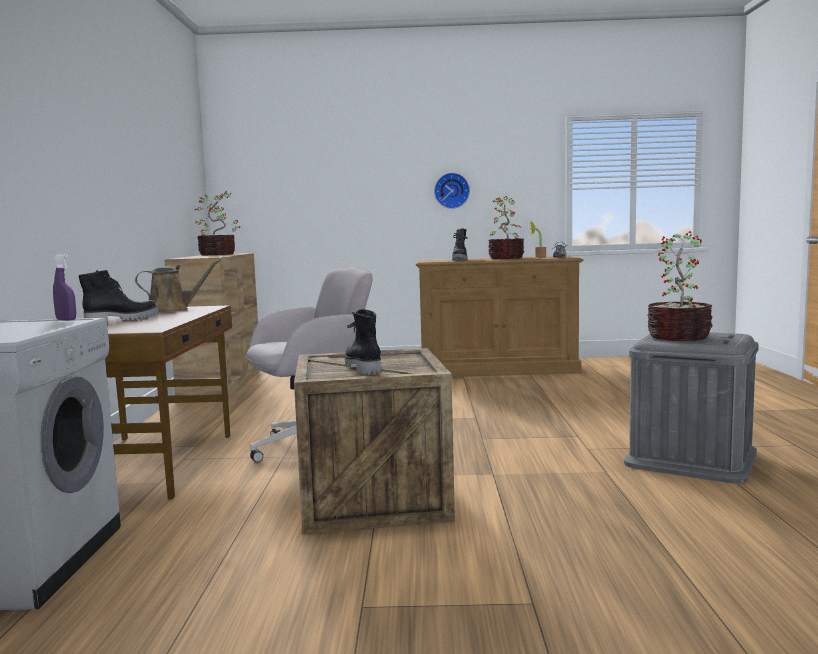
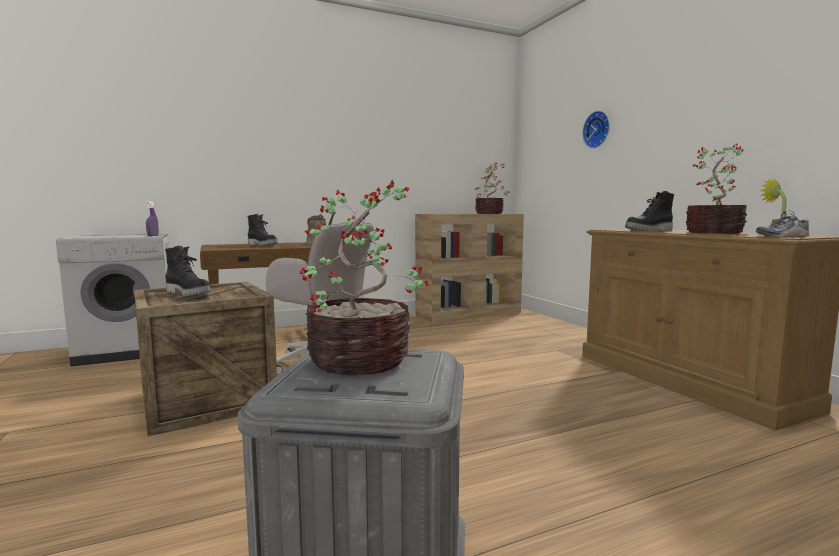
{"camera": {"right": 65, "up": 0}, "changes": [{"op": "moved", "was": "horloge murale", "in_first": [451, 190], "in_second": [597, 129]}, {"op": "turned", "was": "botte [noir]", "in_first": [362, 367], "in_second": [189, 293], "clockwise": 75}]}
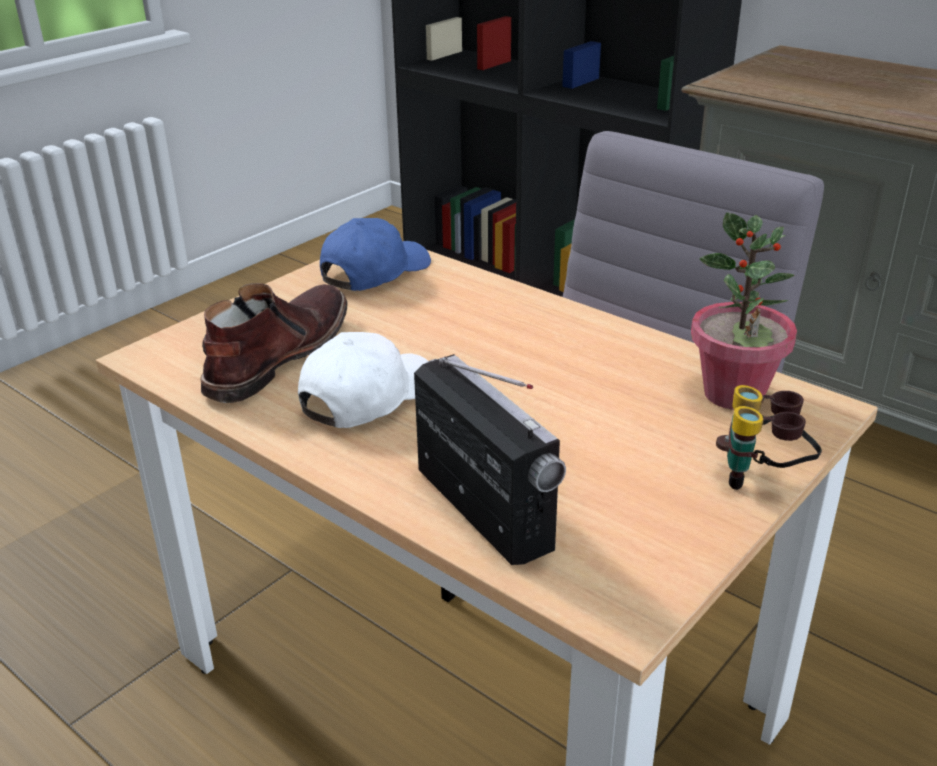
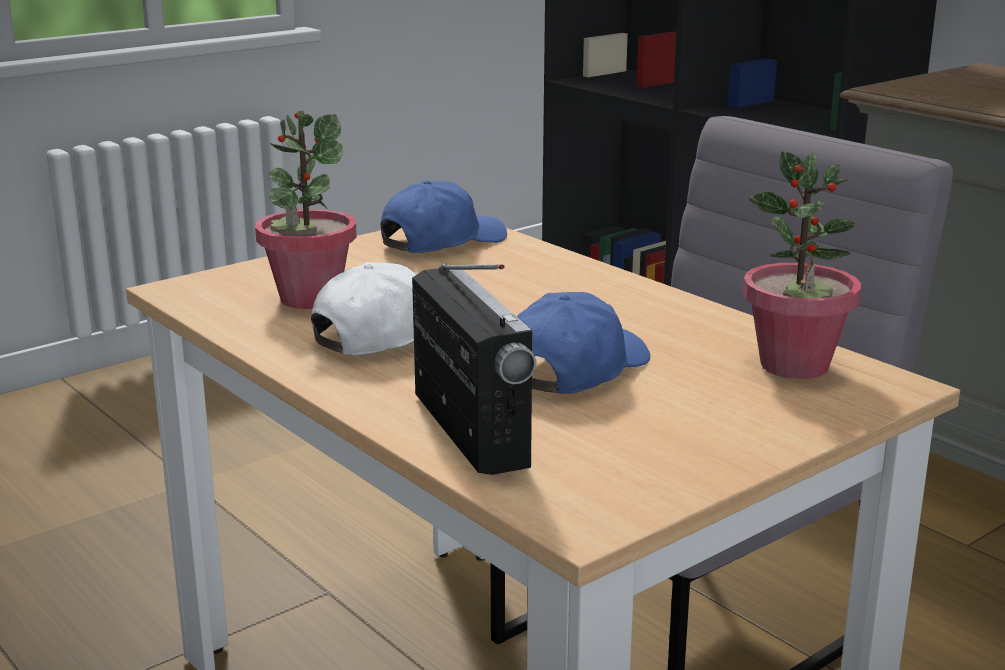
{"camera": {"right": 10, "up": -10}, "changes": [{"op": "removed", "was": "jumelles", "in_first": [762, 479]}, {"op": "added", "now": "casquette [bleu]", "in_second": [575, 369]}, {"op": "replaced", "was": "botte [marron]", "now": "plante en pot", "in_first": [277, 356], "in_second": [309, 298]}]}
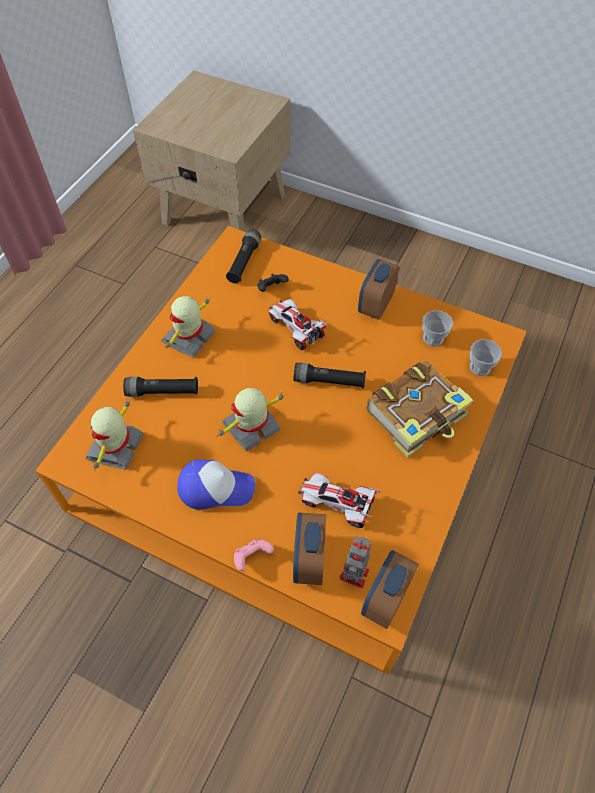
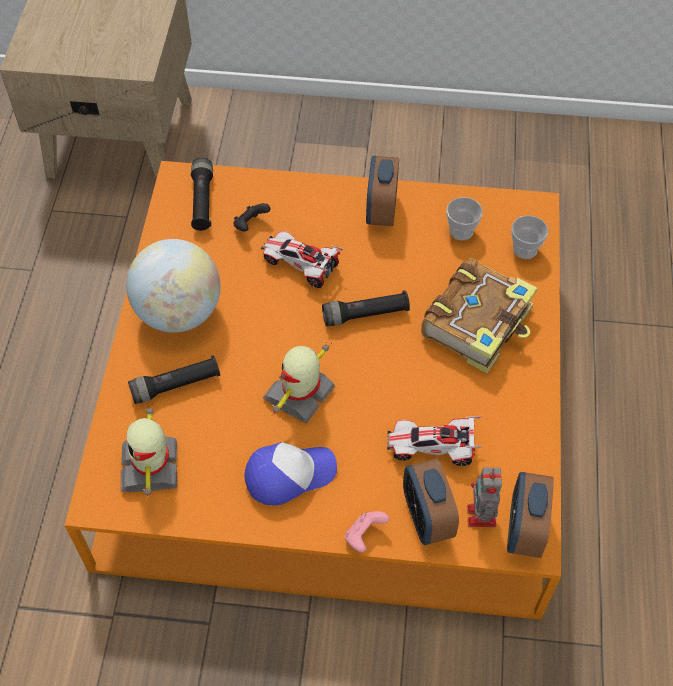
{"camera": {"right": -20, "up": 0}, "changes": [{"op": "replaced", "was": "robot jouet", "now": "globe", "in_first": [190, 338], "in_second": [179, 312]}]}
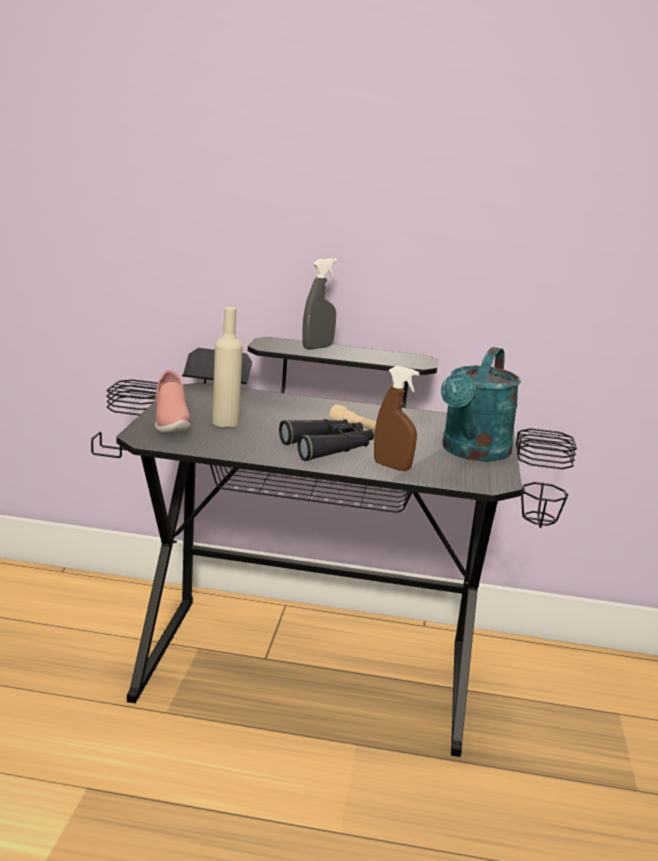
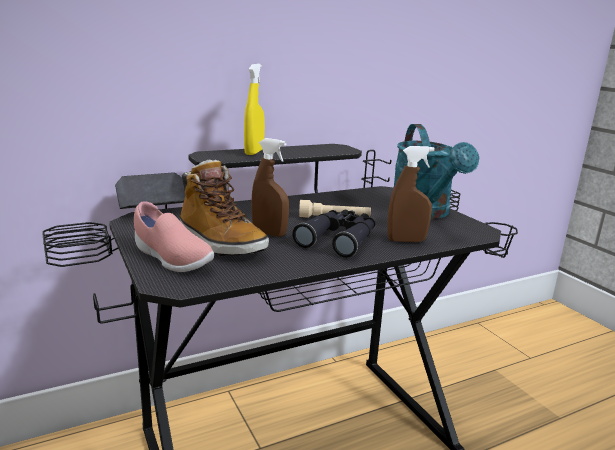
{"camera": {"right": -35, "up": 0}, "changes": [{"op": "added", "now": "vaporisateur [marron]", "in_second": [269, 233]}, {"op": "replaced", "was": "bouteille [beige]", "now": "botte", "in_first": [225, 422], "in_second": [220, 243]}, {"op": "recoloured", "was": "vaporisateur [gris]", "now": "vaporisateur [jaune]", "in_first": [317, 347], "in_second": [254, 152]}]}
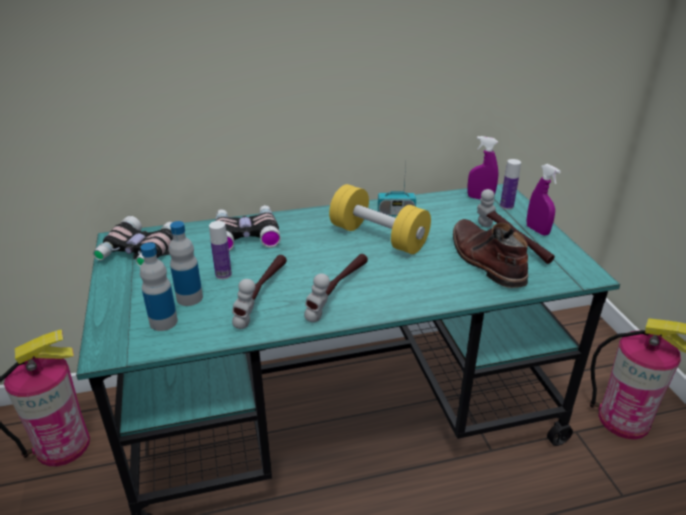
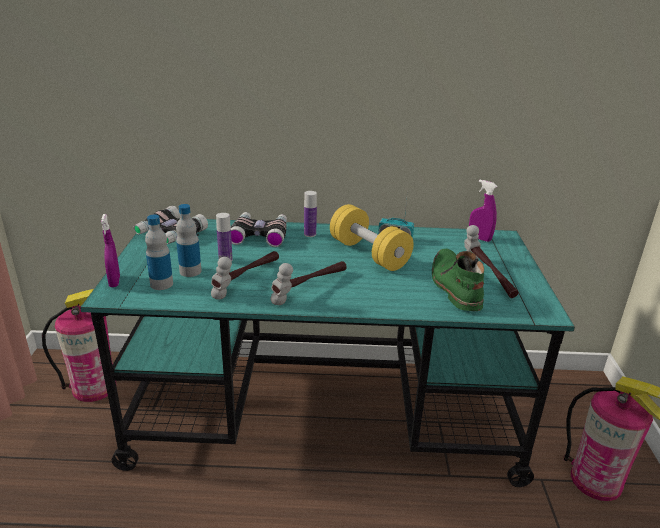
{"camera": {"right": 15, "up": -5}, "changes": [{"op": "moved", "was": "bouteille", "in_first": [506, 206], "in_second": [310, 234]}, {"op": "moved", "was": "vaporisateur [violet]", "in_first": [537, 230], "in_second": [114, 282]}, {"op": "recoloured", "was": "botte [marron]", "now": "botte [vert]", "in_first": [485, 261], "in_second": [454, 286]}]}
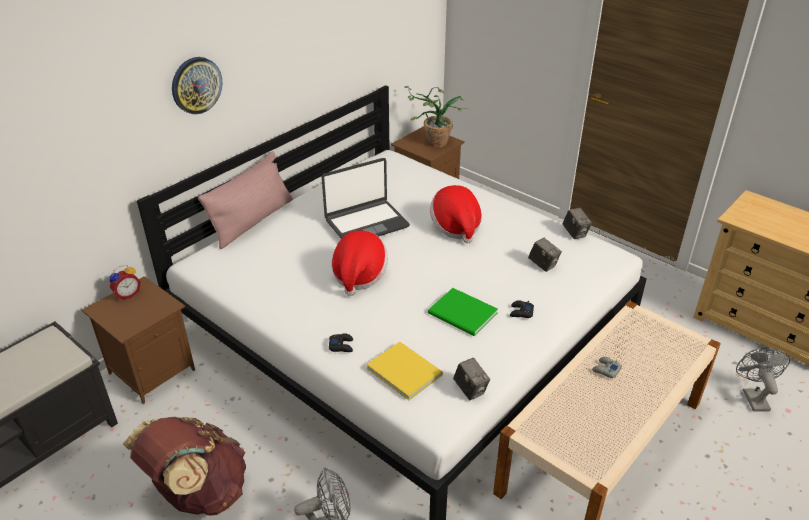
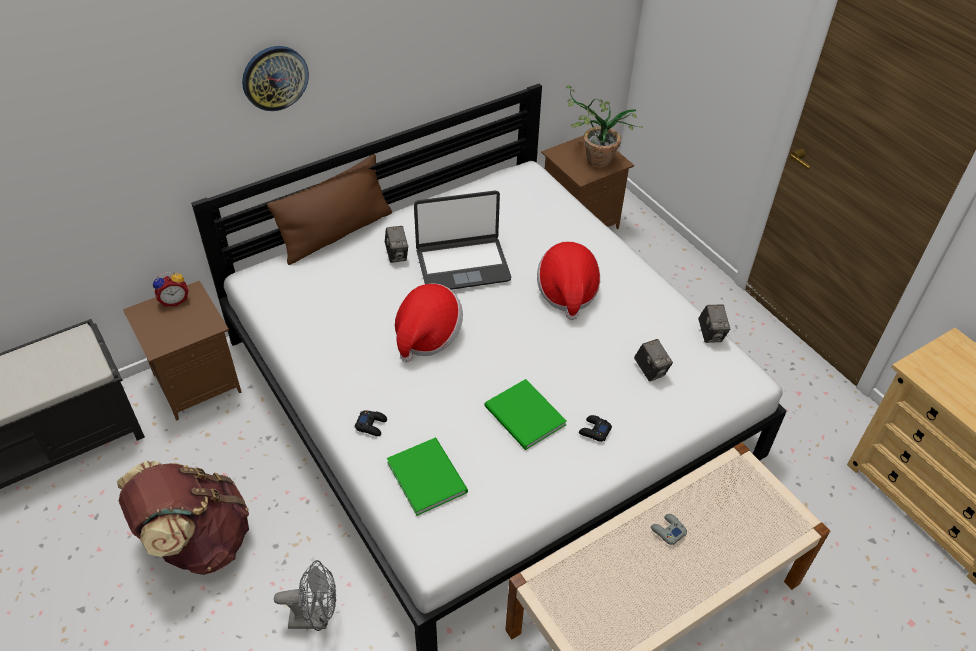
{"camera": {"right": 15, "up": 10}, "changes": [{"op": "removed", "was": "ventilateur [gris]", "in_first": [753, 397]}, {"op": "moved", "was": "appareil photo", "in_first": [470, 390], "in_second": [397, 255]}, {"op": "recoloured", "was": "coussin [rose]", "now": "coussin [marron]", "in_first": [252, 221], "in_second": [336, 234]}, {"op": "recoloured", "was": "livre [jaune]", "now": "livre [vert]", "in_first": [404, 370], "in_second": [427, 474]}]}
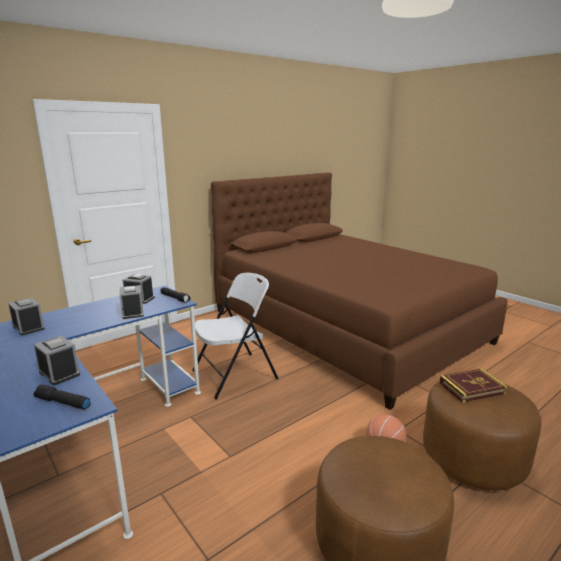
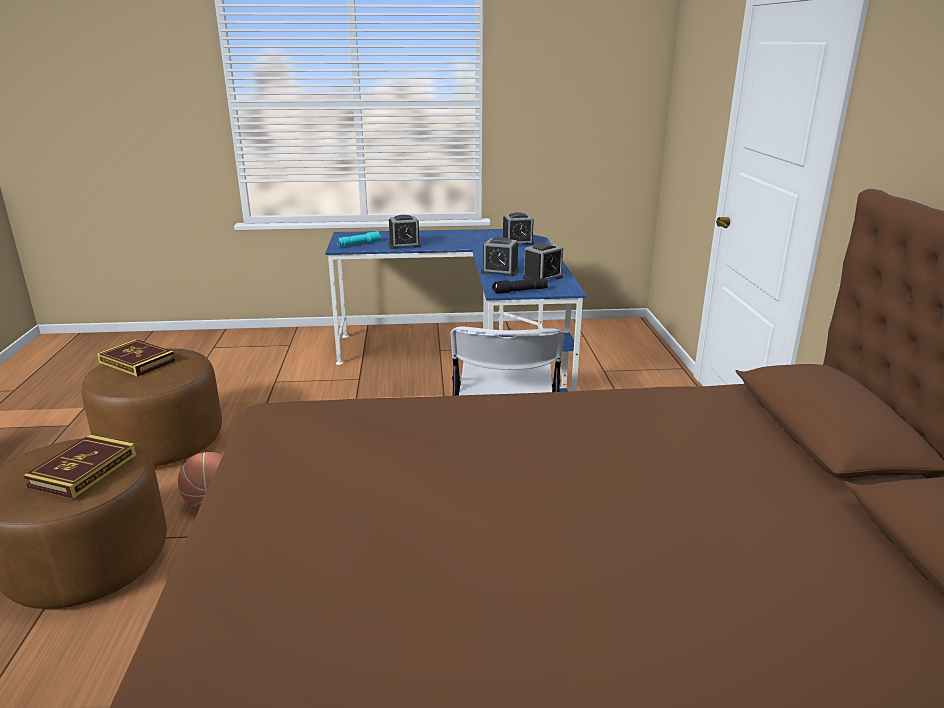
{"camera": {"right": 125, "up": 5}, "changes": [{"op": "added", "now": "livre", "in_second": [137, 362]}, {"op": "recoloured", "was": "lampe de poche [noir]", "now": "lampe de poche [turquoise]", "in_first": [62, 403], "in_second": [359, 243]}]}
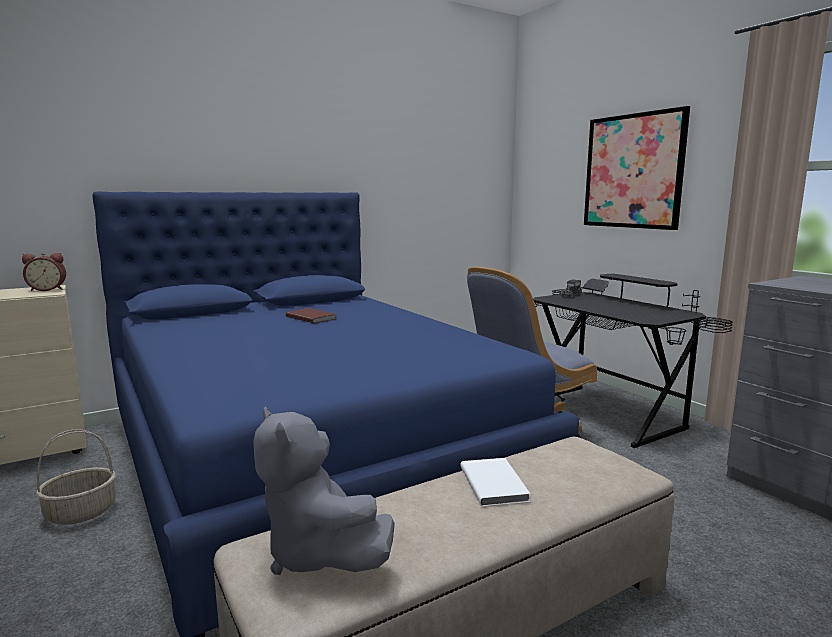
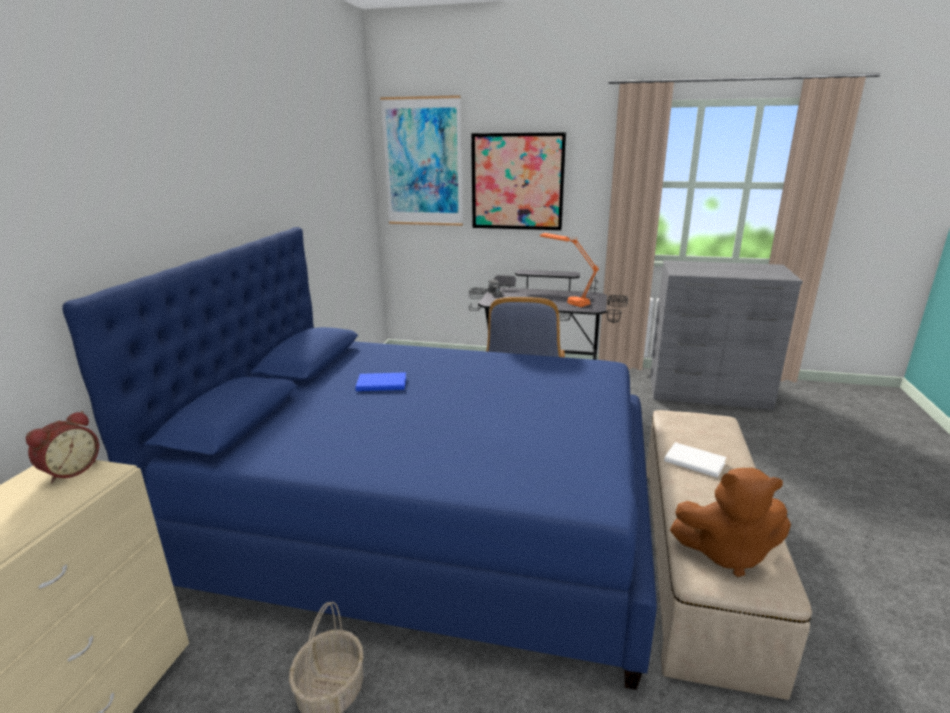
{"camera": {"right": -45, "up": 10}, "changes": [{"op": "added", "now": "tableau", "in_second": [423, 162]}, {"op": "added", "now": "lampe de table [orange]", "in_second": [566, 300]}, {"op": "recoloured", "was": "peluche [gris]", "now": "peluche [marron]", "in_first": [318, 554], "in_second": [726, 552]}, {"op": "recoloured", "was": "livre [marron]", "now": "livre [bleu]", "in_first": [311, 317], "in_second": [381, 383]}]}
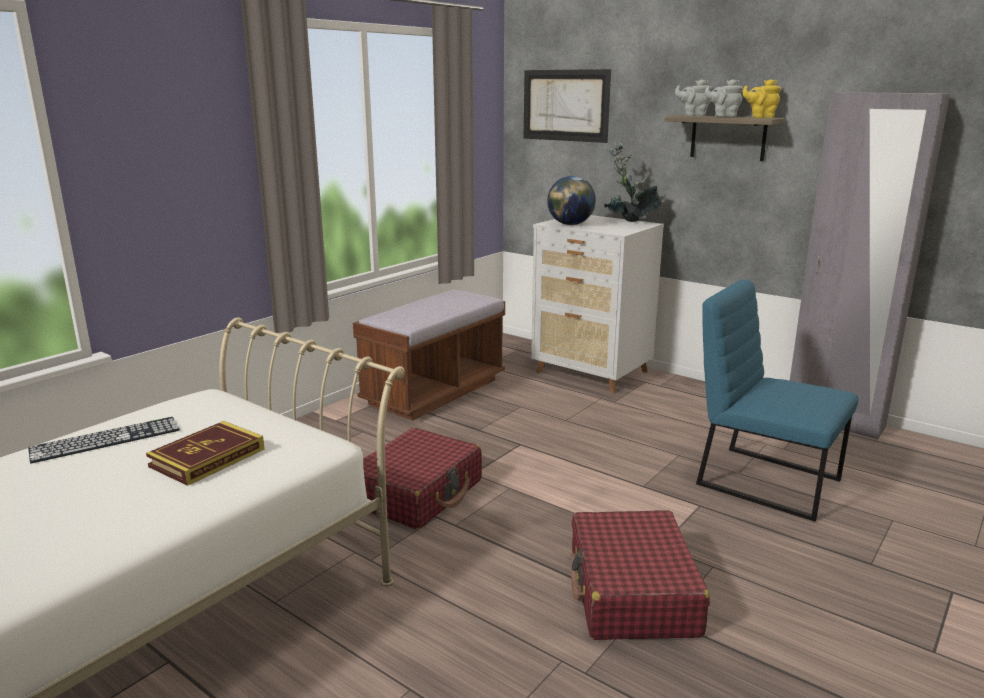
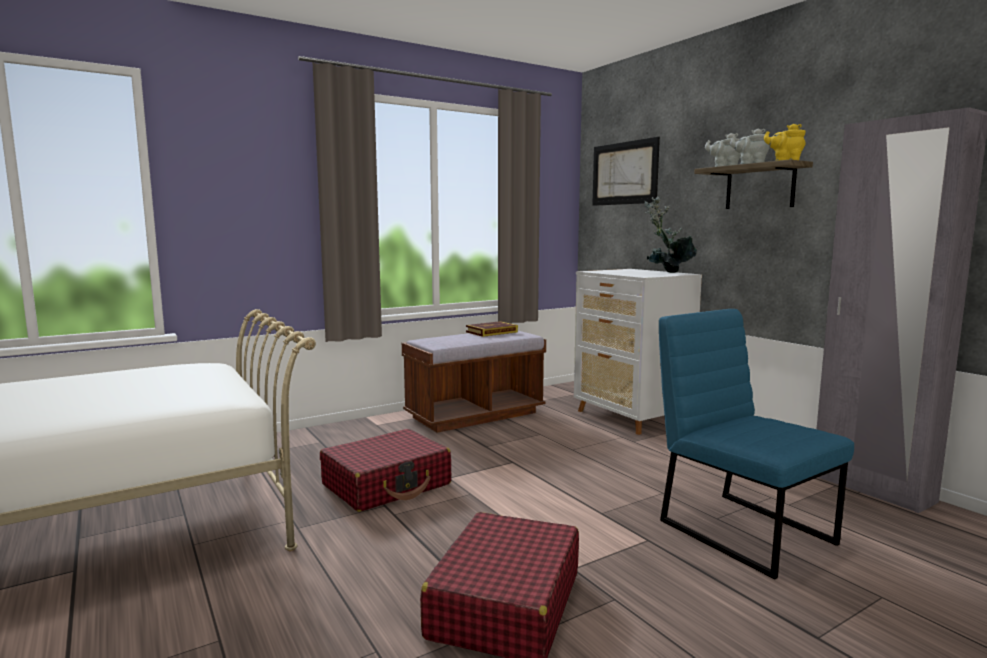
{"camera": {"right": 20, "up": -10}, "changes": [{"op": "removed", "was": "clavier", "in_first": [106, 439]}, {"op": "removed", "was": "globe", "in_first": [570, 224]}, {"op": "moved", "was": "livre", "in_first": [207, 458], "in_second": [491, 332]}]}
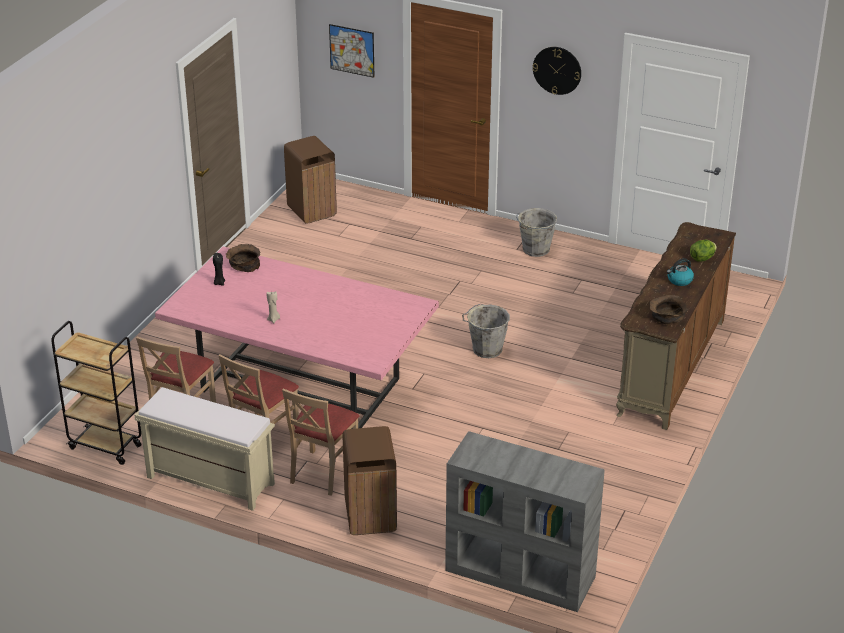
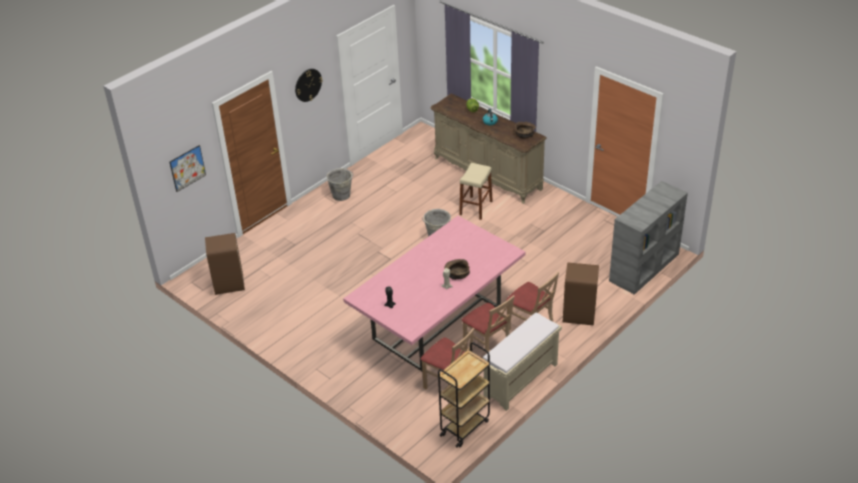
{"camera": {"right": -70, "up": 5}, "changes": [{"op": "added", "now": "tabouret [beige]", "in_second": [476, 208]}, {"op": "moved", "was": "bol [marron]", "in_first": [244, 265], "in_second": [457, 274]}]}
